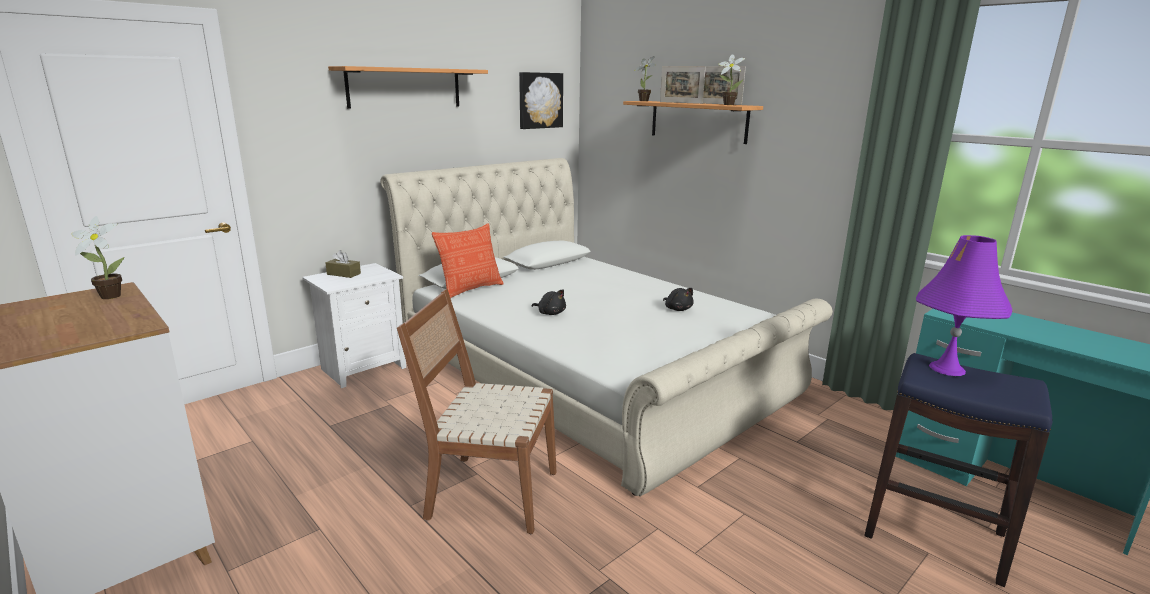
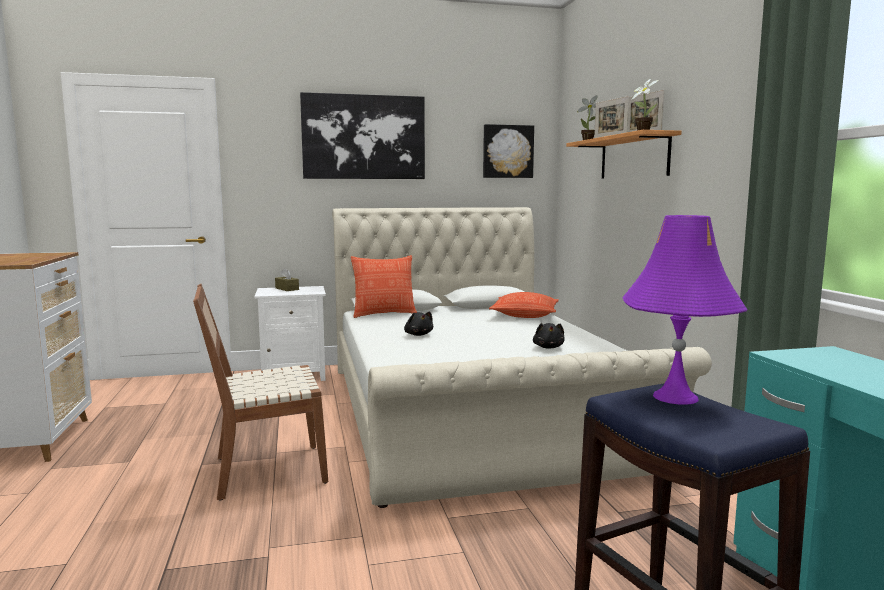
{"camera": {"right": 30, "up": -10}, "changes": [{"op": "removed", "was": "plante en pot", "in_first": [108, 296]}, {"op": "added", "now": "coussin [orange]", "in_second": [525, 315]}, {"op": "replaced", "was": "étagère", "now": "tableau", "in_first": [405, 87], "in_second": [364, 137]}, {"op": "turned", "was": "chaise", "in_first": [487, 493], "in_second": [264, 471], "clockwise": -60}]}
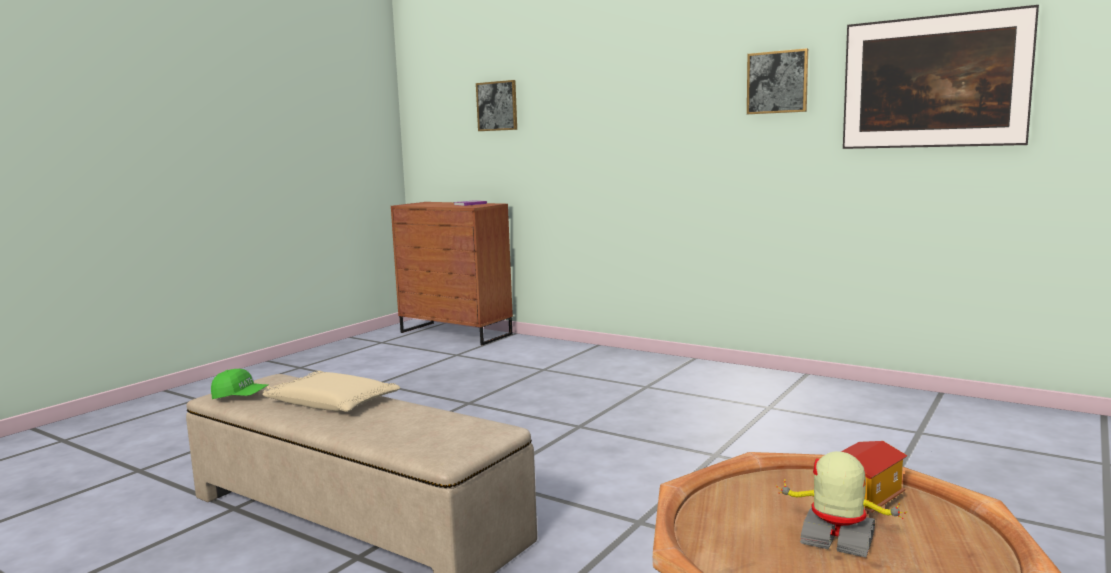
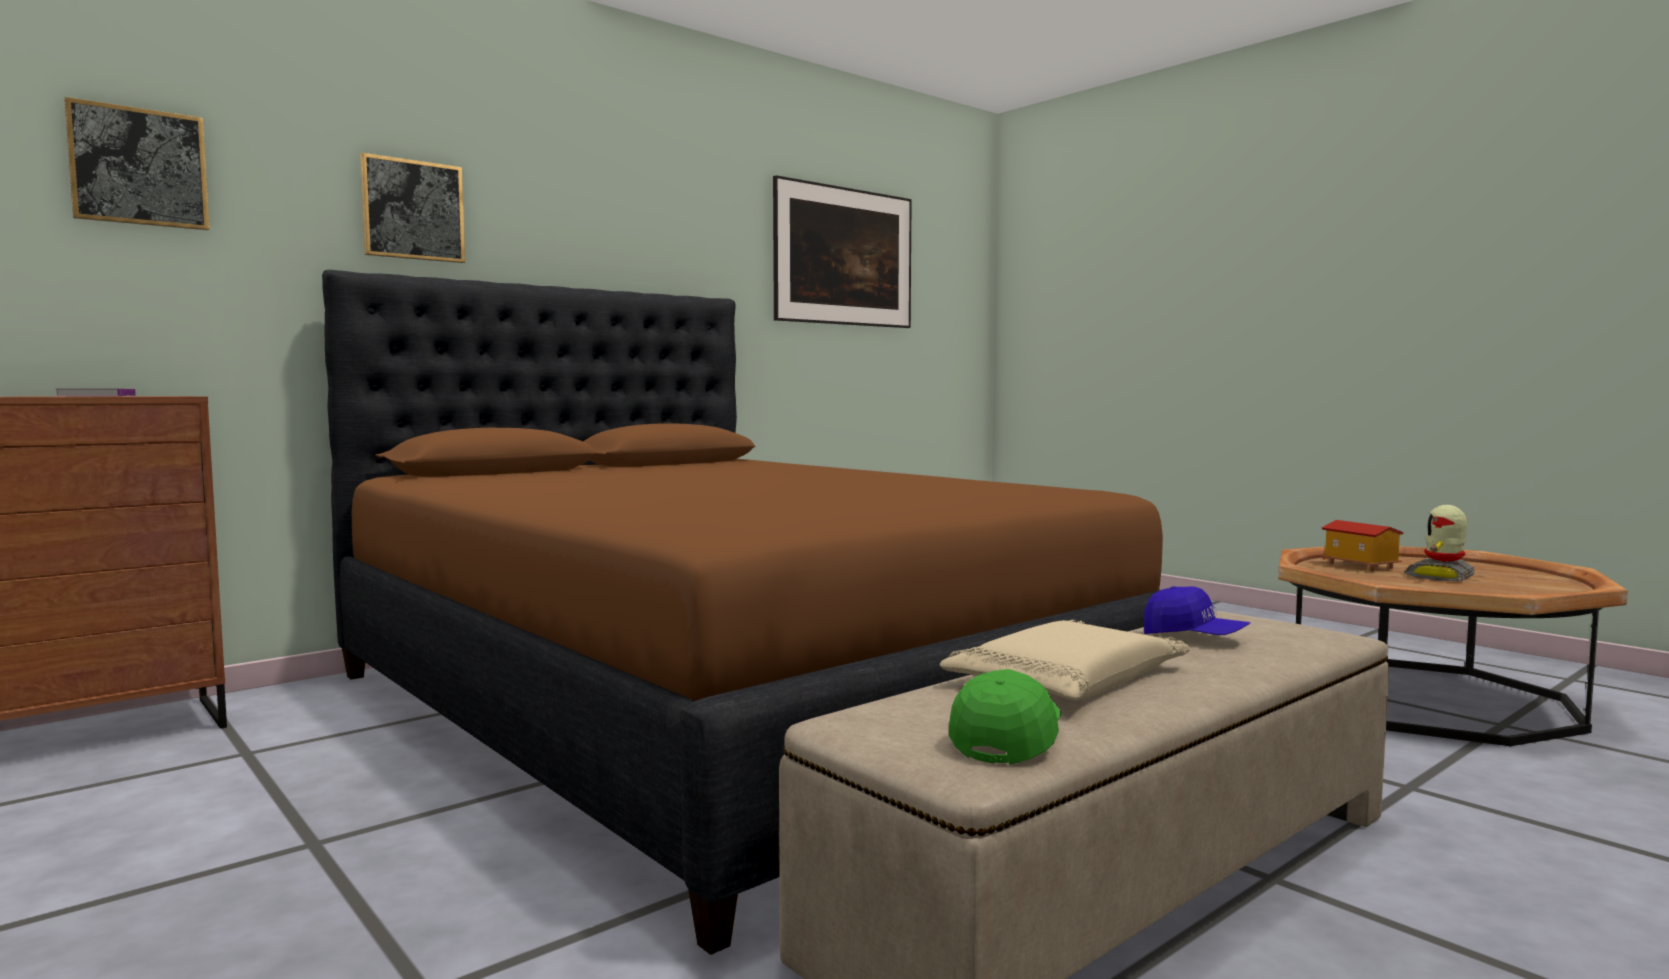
{"camera": {"right": -75, "up": -5}, "changes": [{"op": "added", "now": "lit [marron]", "in_second": [720, 707]}, {"op": "added", "now": "casquette [bleu]", "in_second": [1193, 637]}, {"op": "moved", "was": "tableau", "in_first": [777, 82], "in_second": [413, 210]}]}
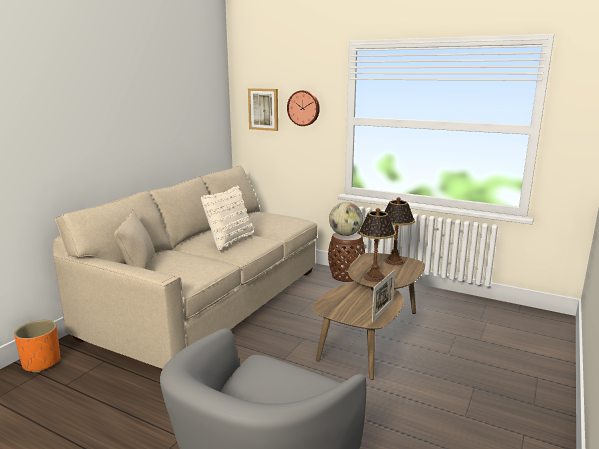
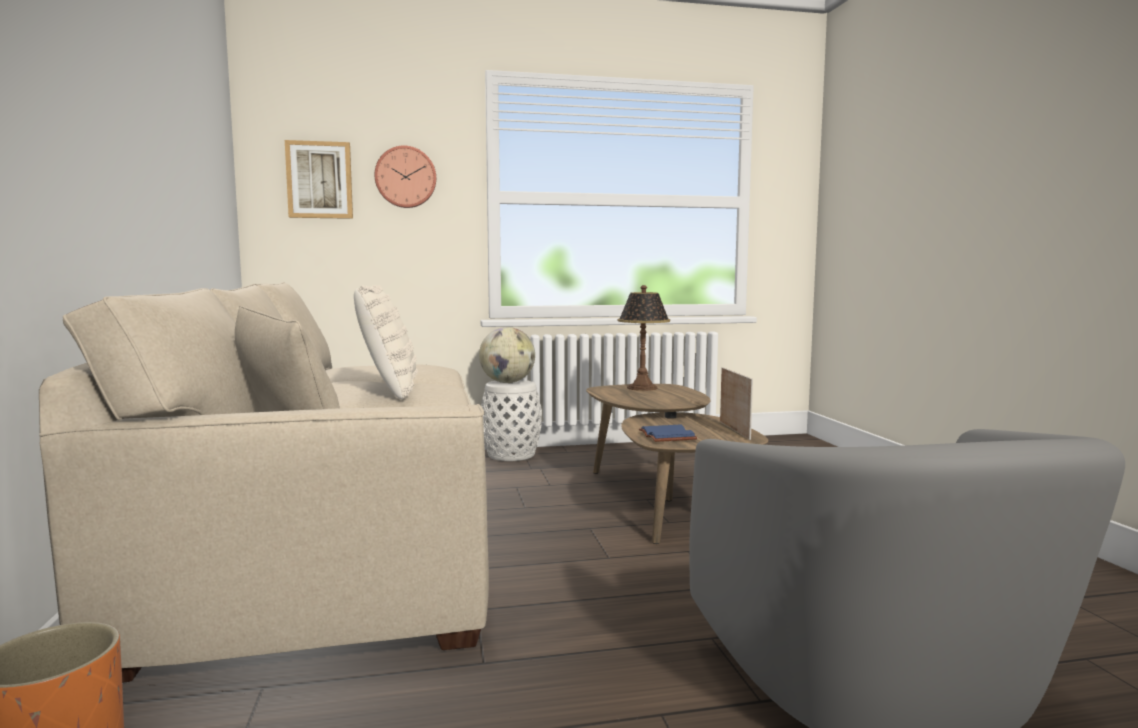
{"camera": {"right": -40, "up": -10}, "changes": [{"op": "removed", "was": "lampe de table", "in_first": [374, 277]}, {"op": "added", "now": "livre [bleu]", "in_second": [665, 436]}, {"op": "recoloured", "was": "tabouret [marron]", "now": "tabouret [blanc]", "in_first": [345, 276], "in_second": [511, 455]}]}
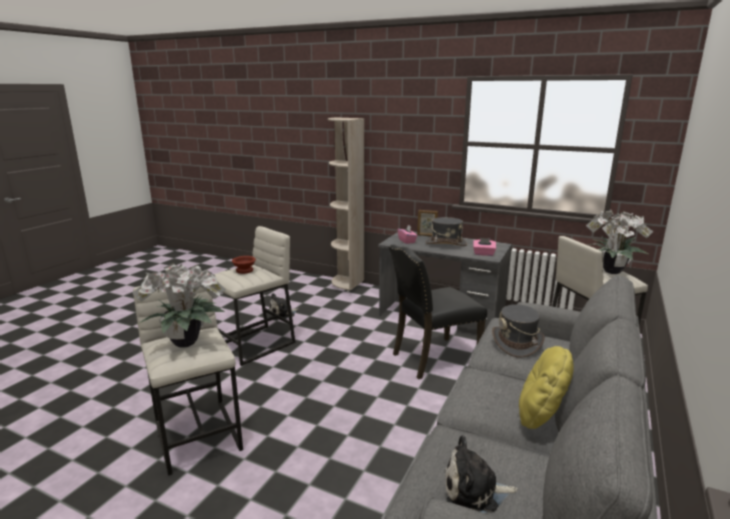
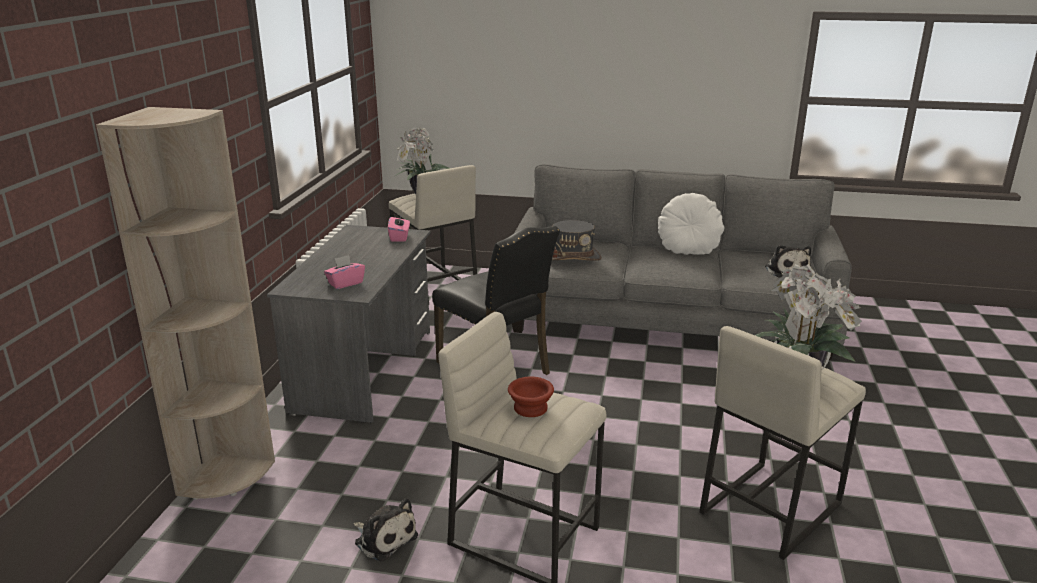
{"camera": {"right": -105, "up": 5}, "changes": [{"op": "removed", "was": "cadre photo", "in_first": [426, 235]}, {"op": "removed", "was": "chapeau [gris]", "in_first": [446, 243]}, {"op": "recoloured", "was": "coussin [jaune]", "now": "coussin [blanc]", "in_first": [540, 418], "in_second": [688, 251]}]}
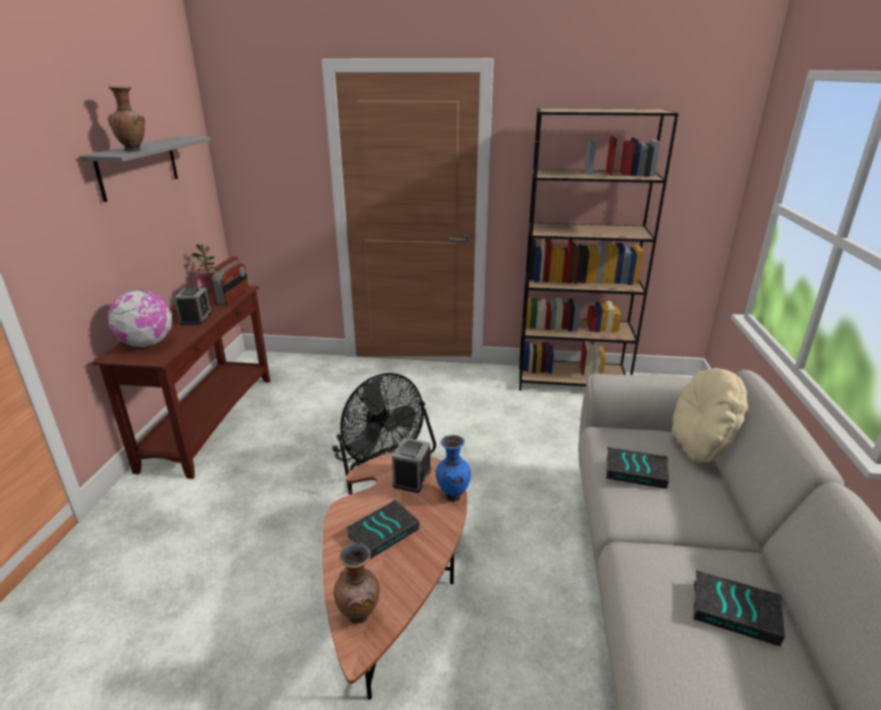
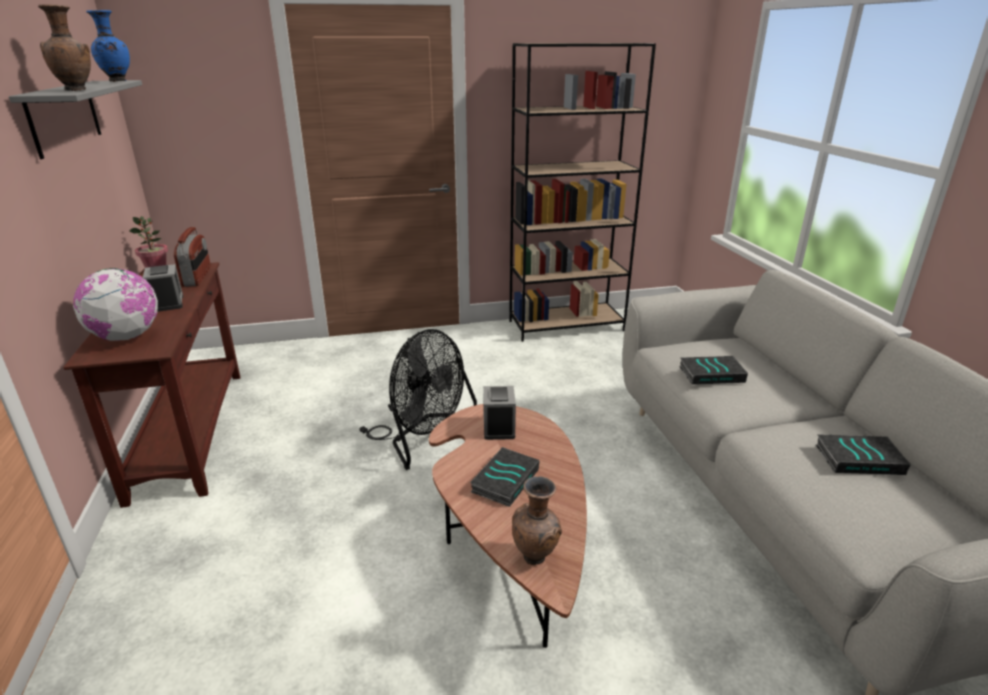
{"camera": {"right": -20, "up": 0}, "changes": [{"op": "removed", "was": "coussin [beige]", "in_first": [699, 448]}, {"op": "moved", "was": "vase [bleu]", "in_first": [452, 496], "in_second": [117, 81]}]}
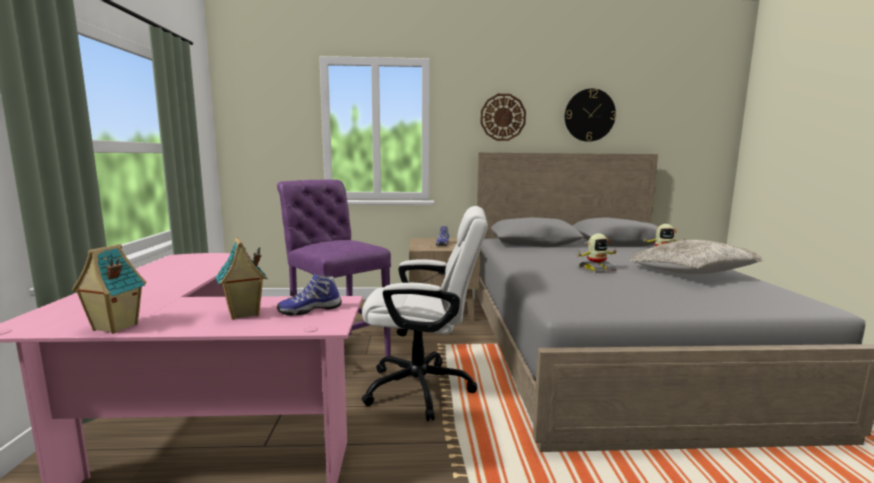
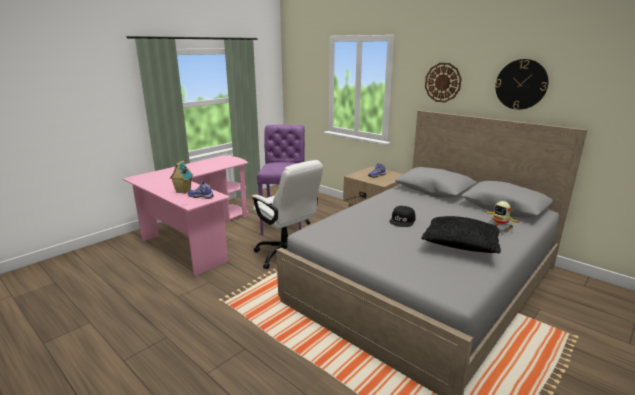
{"camera": {"right": 45, "up": 10}, "changes": [{"op": "removed", "was": "maison miniature", "in_first": [114, 327]}, {"op": "replaced", "was": "robot jouet", "now": "casquette [noir]", "in_first": [596, 269], "in_second": [402, 221]}, {"op": "recoloured", "was": "coussin [beige]", "now": "coussin [noir]", "in_first": [690, 273], "in_second": [461, 245]}]}
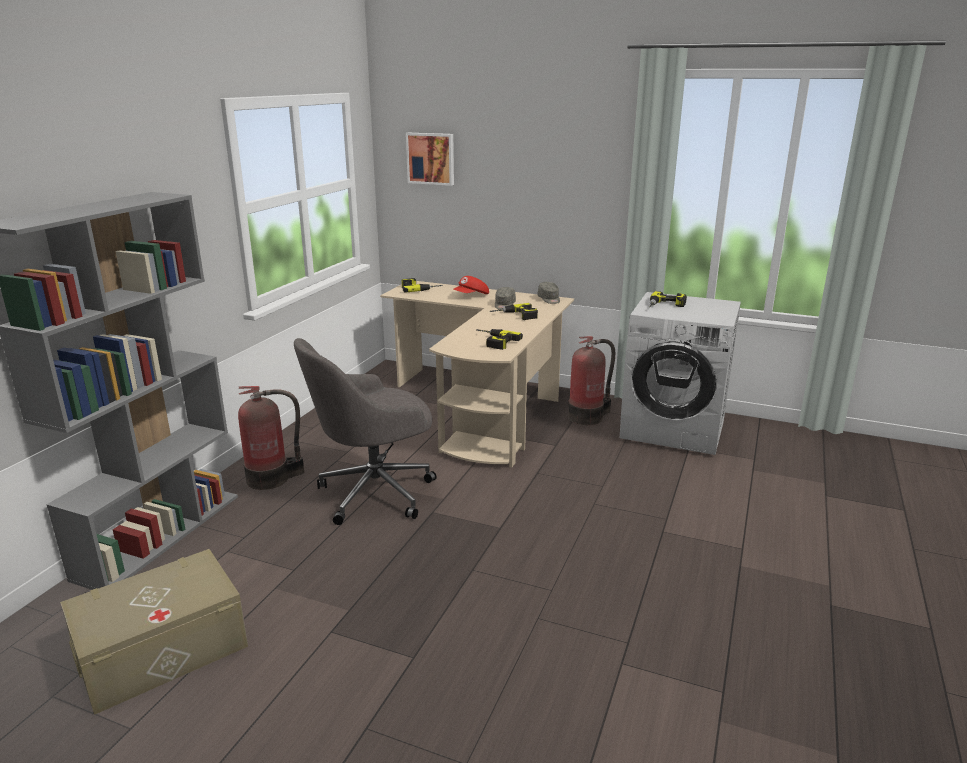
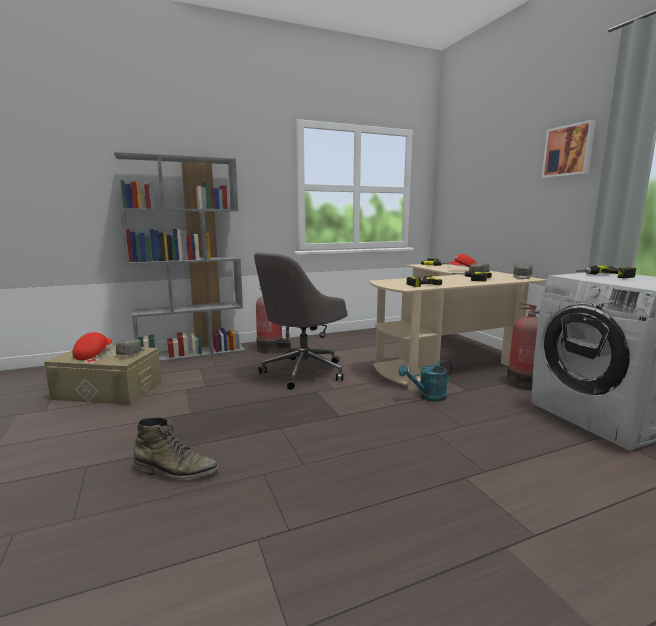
{"camera": {"right": 45, "up": -10}, "changes": [{"op": "added", "now": "casquette [rouge]", "in_second": [93, 354]}, {"op": "added", "now": "casquette [gris]", "in_second": [131, 353]}, {"op": "added", "now": "botte [vert]", "in_second": [176, 471]}, {"op": "added", "now": "arrosoir [turquoise]", "in_second": [427, 397]}, {"op": "moved", "was": "tableau", "in_first": [431, 158], "in_second": [569, 151]}, {"op": "turned", "was": "chaise de bureau [gris]", "in_first": [374, 494], "in_second": [303, 372], "clockwise": -60}]}
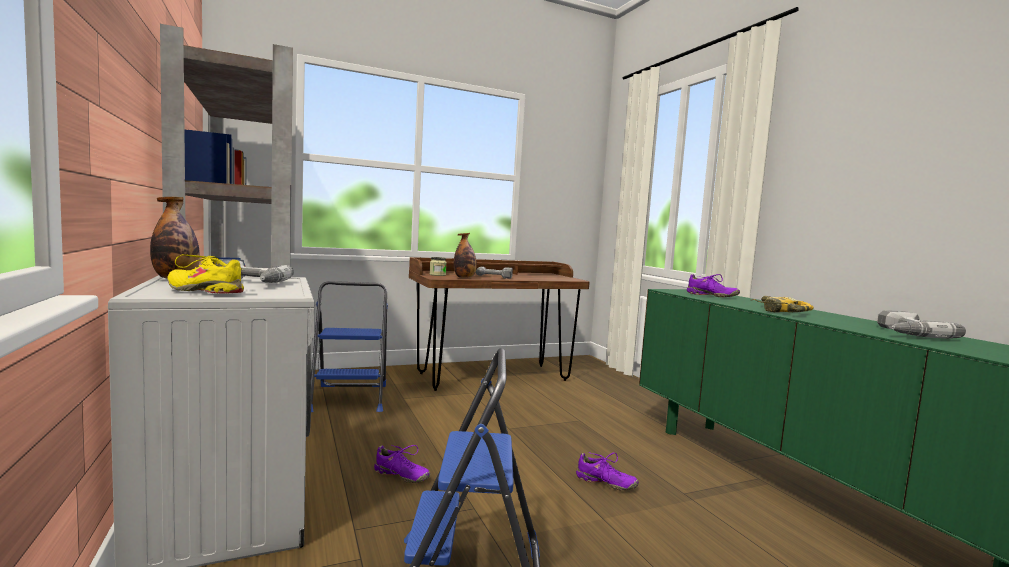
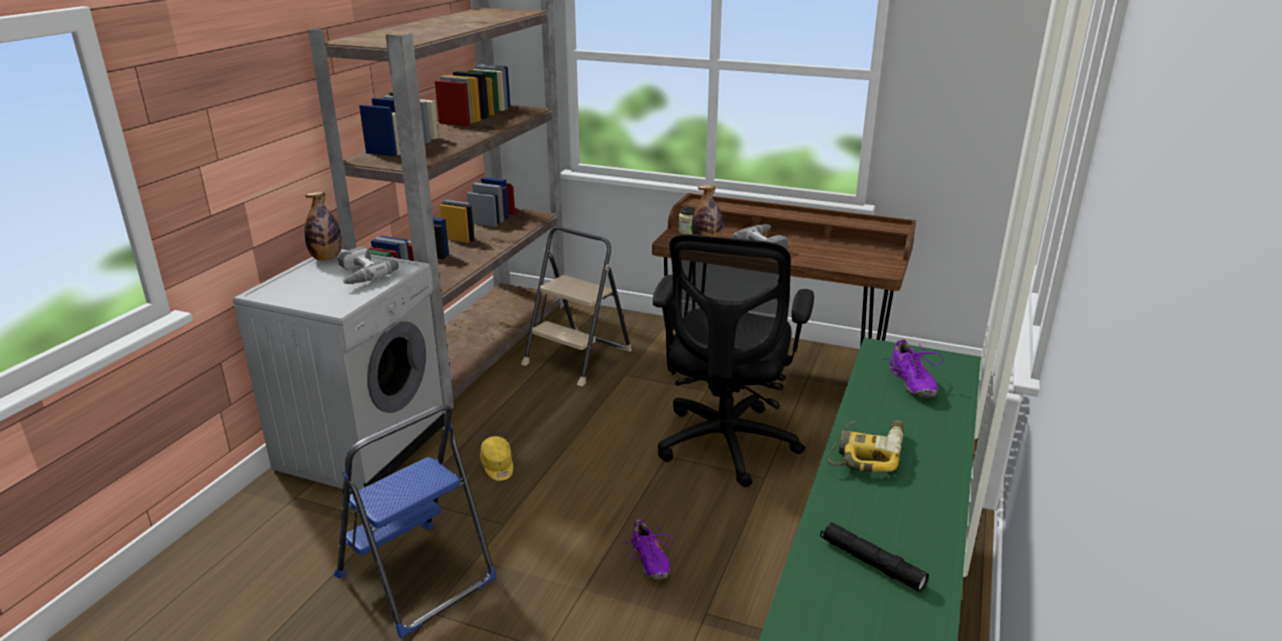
{"camera": {"right": 45, "up": 20}, "changes": [{"op": "removed", "was": "chaussure [jaune]", "in_first": [205, 291]}, {"op": "added", "now": "chaise de bureau [noir]", "in_second": [726, 437]}, {"op": "replaced", "was": "chaussure [violet]", "now": "casquette [jaune]", "in_first": [401, 476], "in_second": [498, 466]}, {"op": "replaced", "was": "perceuse", "now": "lampe de poche [noir]", "in_first": [904, 333], "in_second": [871, 563]}, {"op": "recoloured", "was": "escabeau [bleu]", "now": "escabeau [beige]", "in_first": [350, 396], "in_second": [580, 355]}]}
